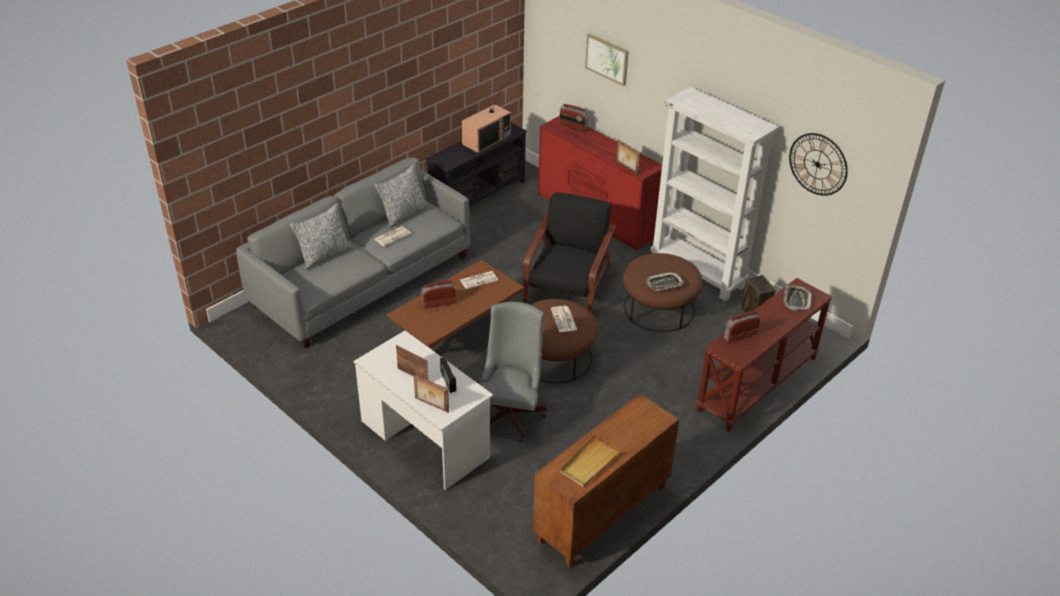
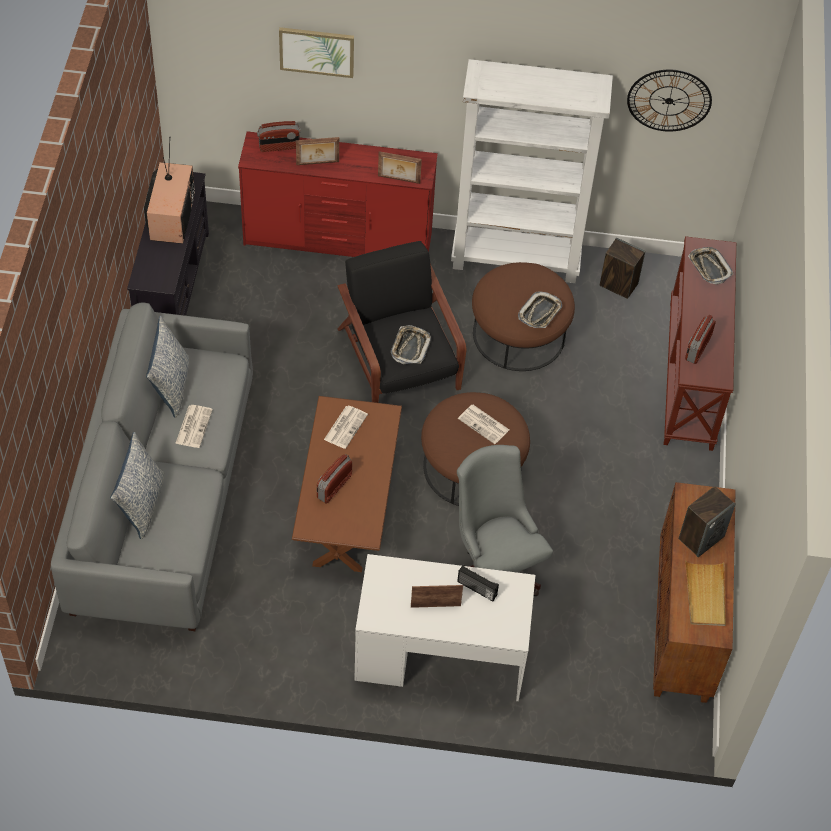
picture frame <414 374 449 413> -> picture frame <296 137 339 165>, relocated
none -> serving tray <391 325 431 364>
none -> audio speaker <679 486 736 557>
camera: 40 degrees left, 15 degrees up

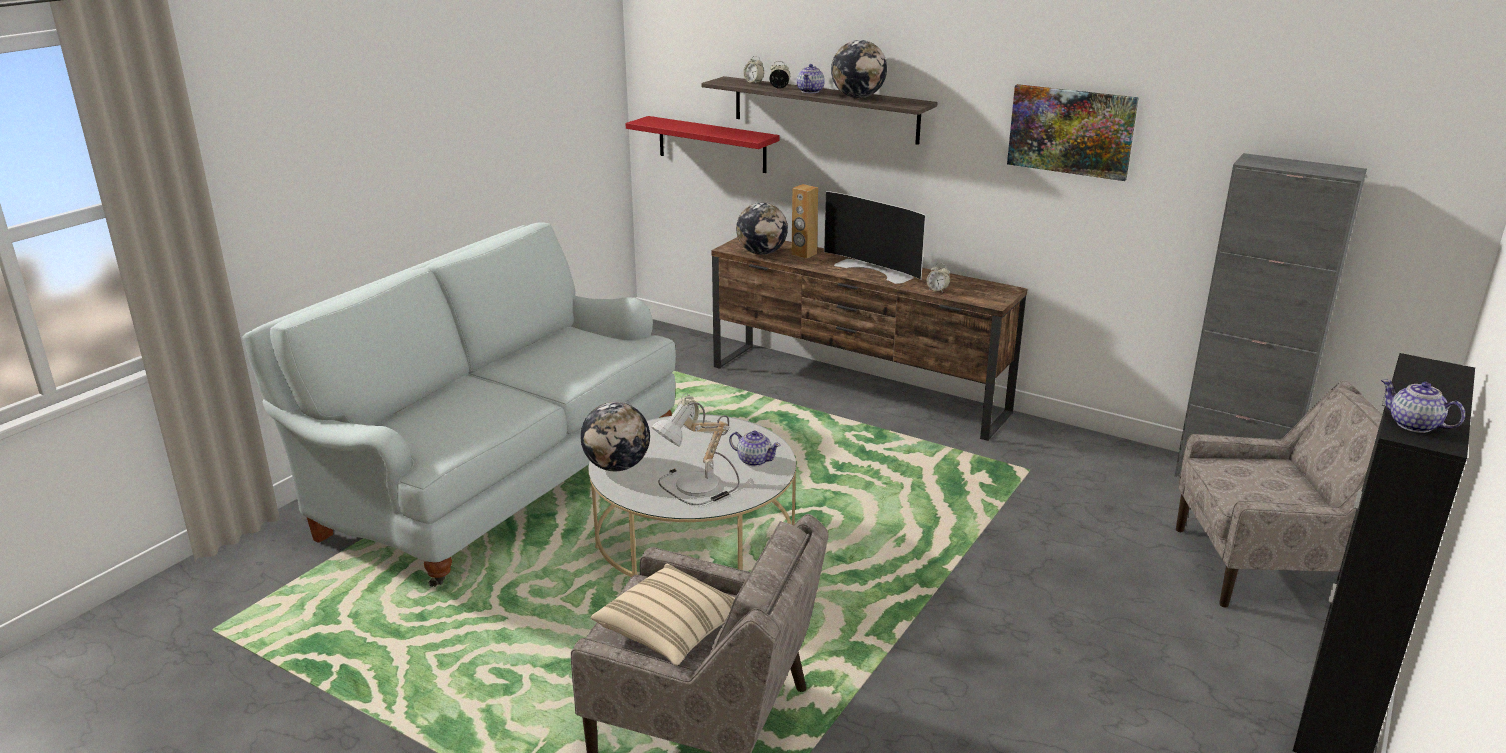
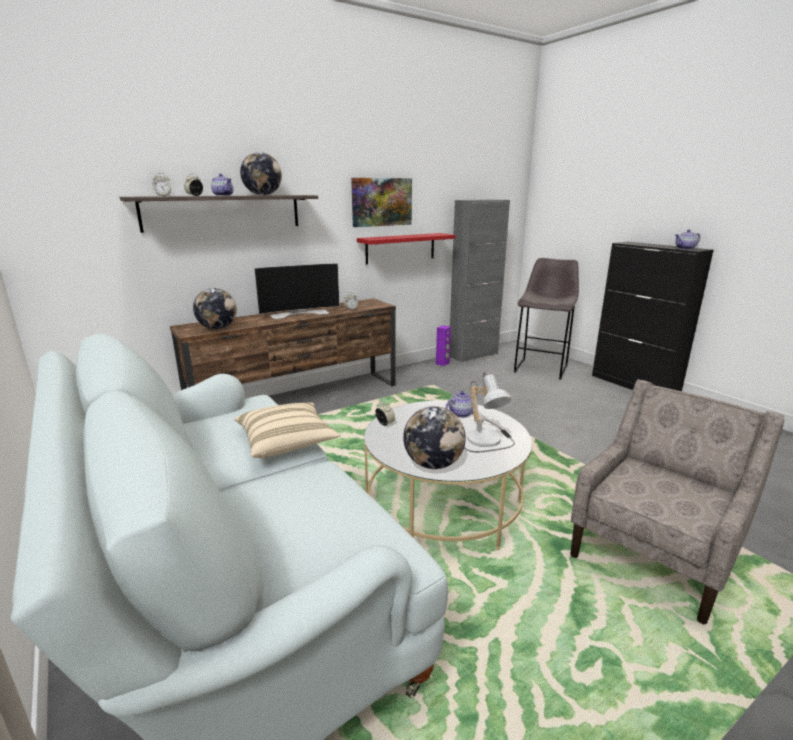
sand-coloured throw pillow <590 564 735 666> -> sand-coloured throw pillow <235 403 340 458>, relocated
reddish wall shelf <625 116 780 173> -> reddish wall shelf <357 233 456 264>, relocated
none -> purplish audio speaker <436 325 451 366>
sand-coloured lounge chair <1176 380 1383 608> -> greyish stool seat <514 258 579 380>
brownish audio speaker <791 184 818 259> -> none
camera: 65 degrees left, 5 degrees down

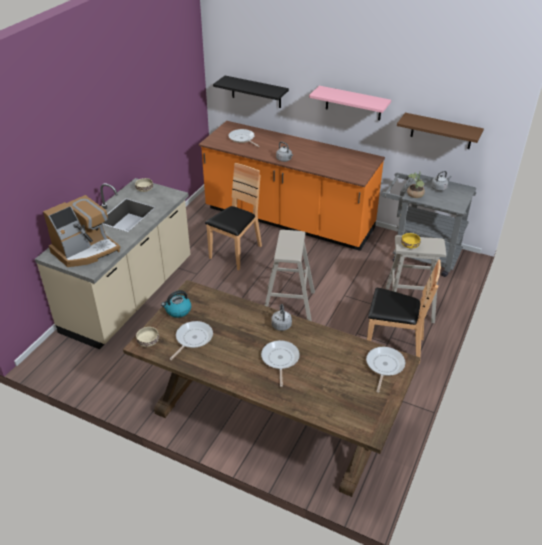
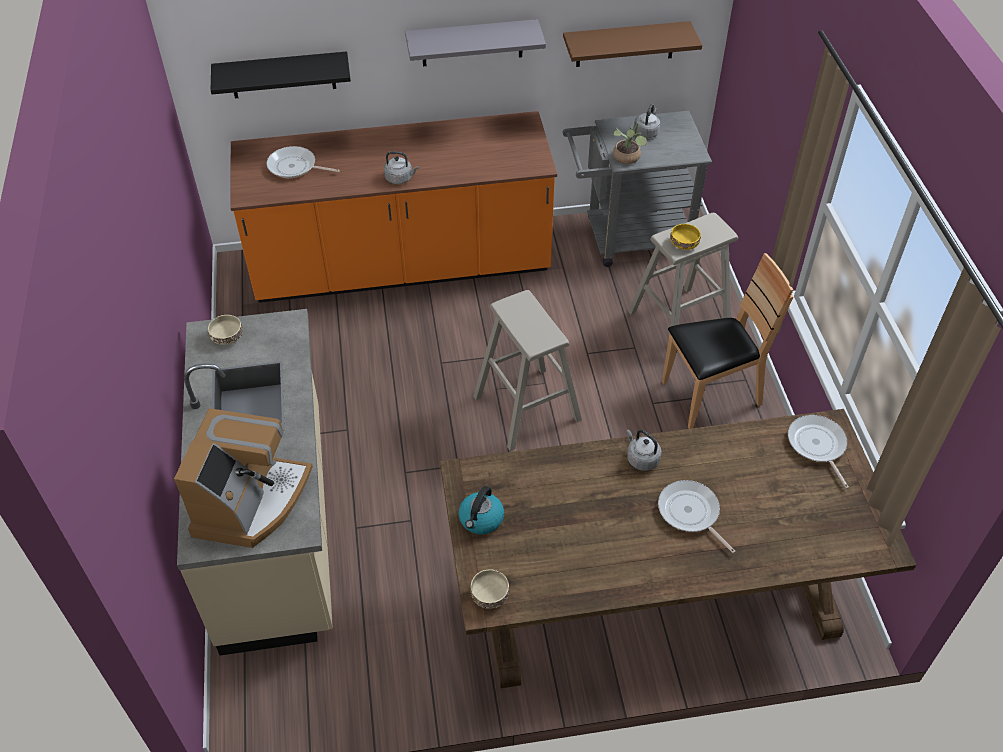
pink-coloured wall shelf <309 86 391 120> -> greyish wall shelf <405 19 546 66>
pan <169 321 213 361> -> none
brownish chair <205 163 262 271> -> none
camera: 35 degrees left, 10 degrees up

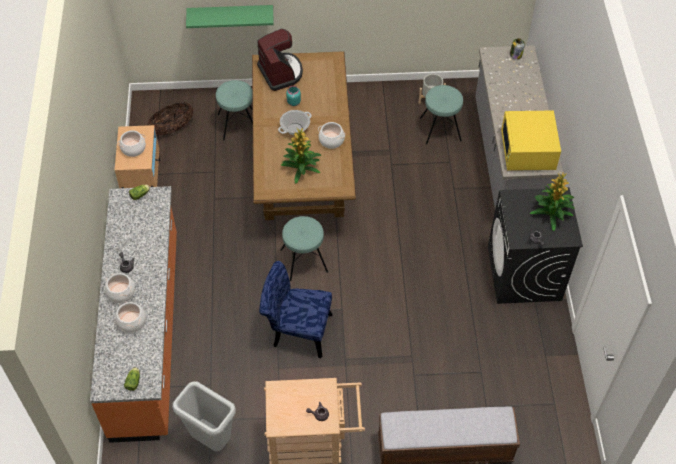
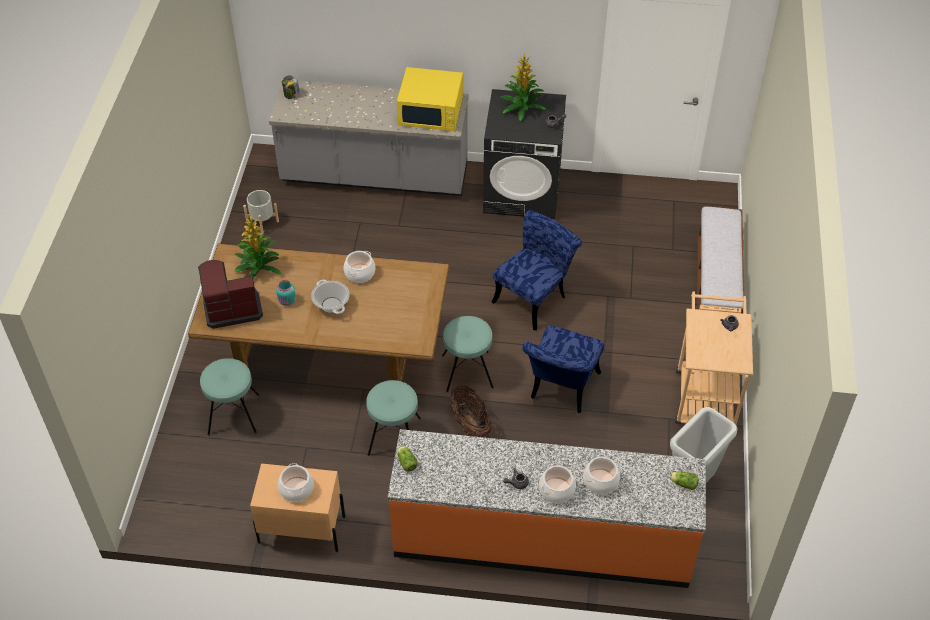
potted plant <281 127 321 184> -> potted plant <234 215 281 279>, relocated
turquoise-coloured stool seat <420 85 463 145> -> turquoise-coloured stool seat <366 380 421 456>, relocated
household basket <148 102 193 135> -> household basket <450 385 491 438>, relocated
none -> bluish chair <491 210 582 330>
greenish wall shelf <186 5 274 28> -> none
camera: 80 degrees left, 5 degrees down

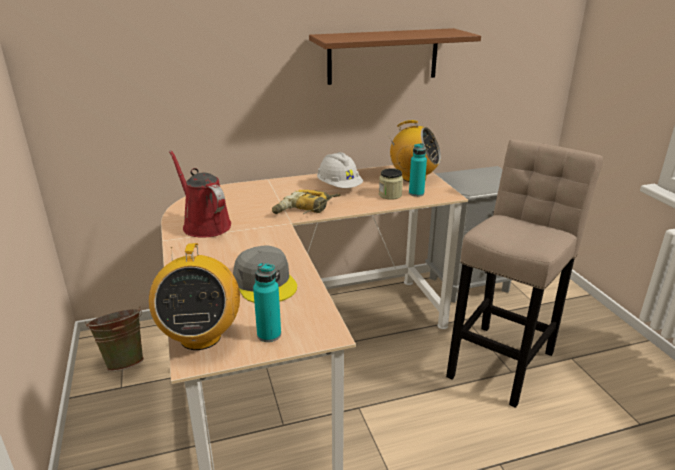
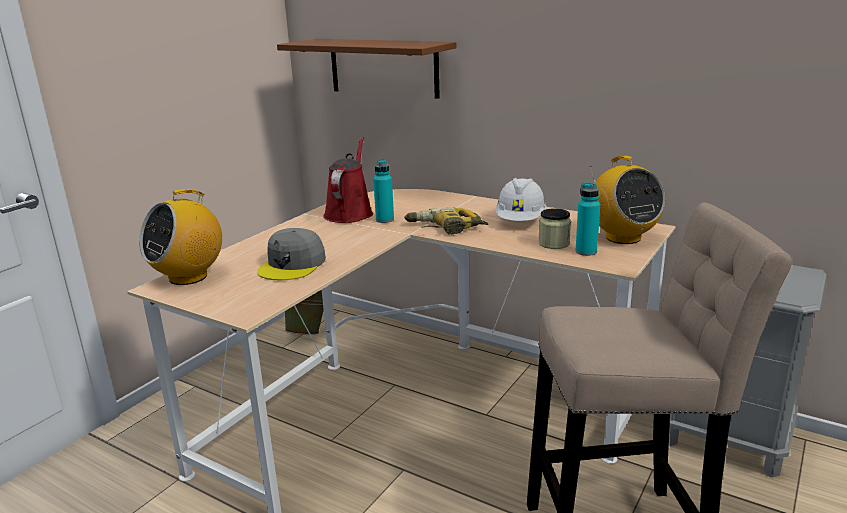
brownish wall shelf <309 28 481 85> -> brownish wall shelf <277 39 456 99>, relocated
turquoise-coloured bottle <253 263 281 342> -> turquoise-coloured bottle <373 159 394 223>, relocated
camera: 50 degrees right, 5 degrees down

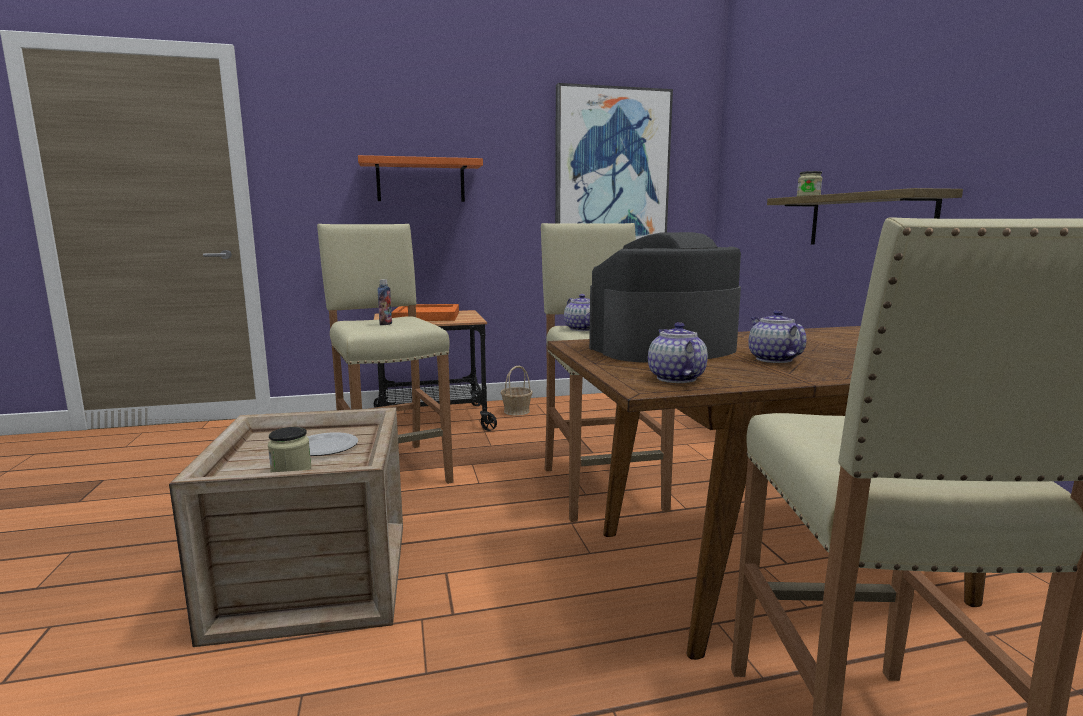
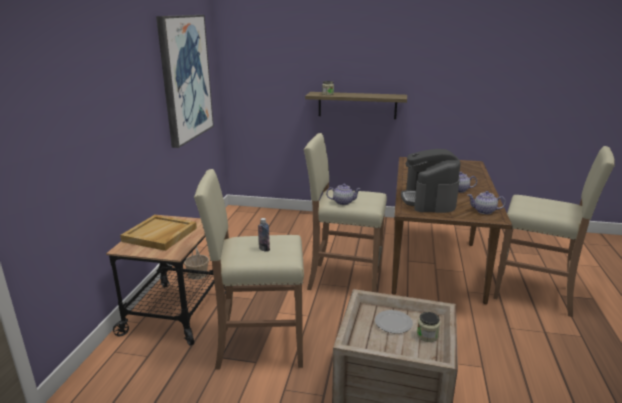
orange-coloured serving tray <392 304 459 321> -> sand-coloured serving tray <120 215 197 251>
orange-coloured wall shelf <358 155 483 202> -> none
camera: 65 degrees left, 10 degrees up

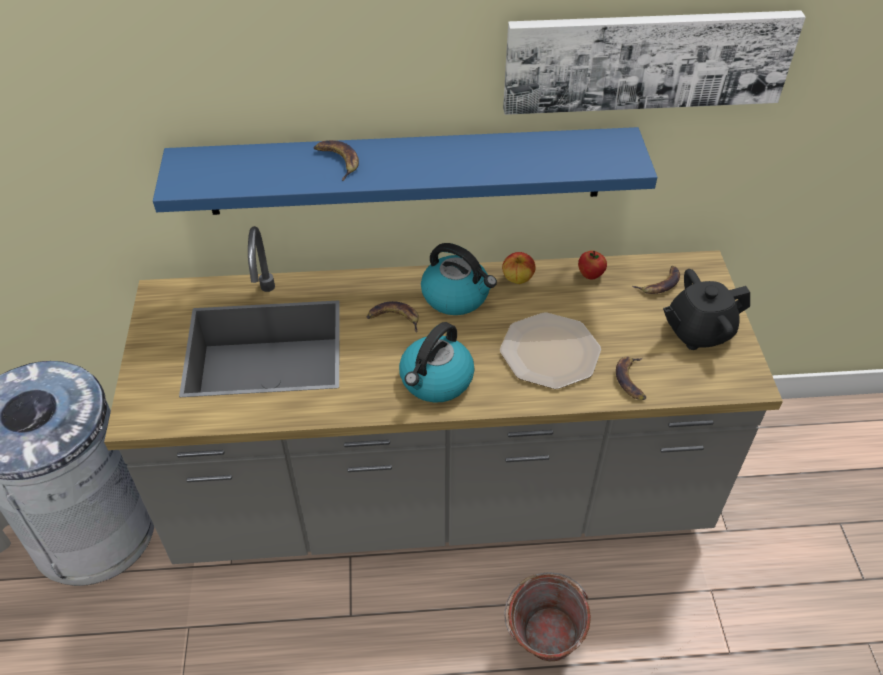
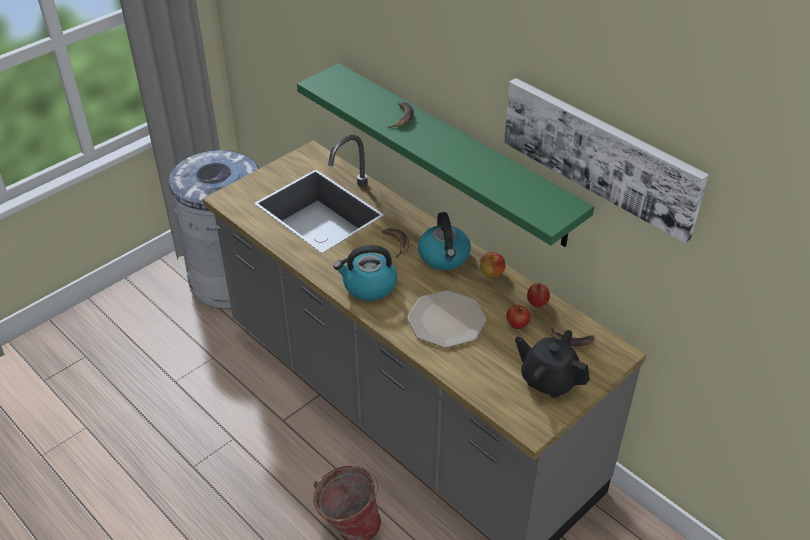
bluish wall shelf <153 127 657 215> -> greenish wall shelf <297 63 594 247>
none -> apple fruit <506 305 531 329>
banana <616 356 647 400> -> none
camera: 50 degrees right, 5 degrees down

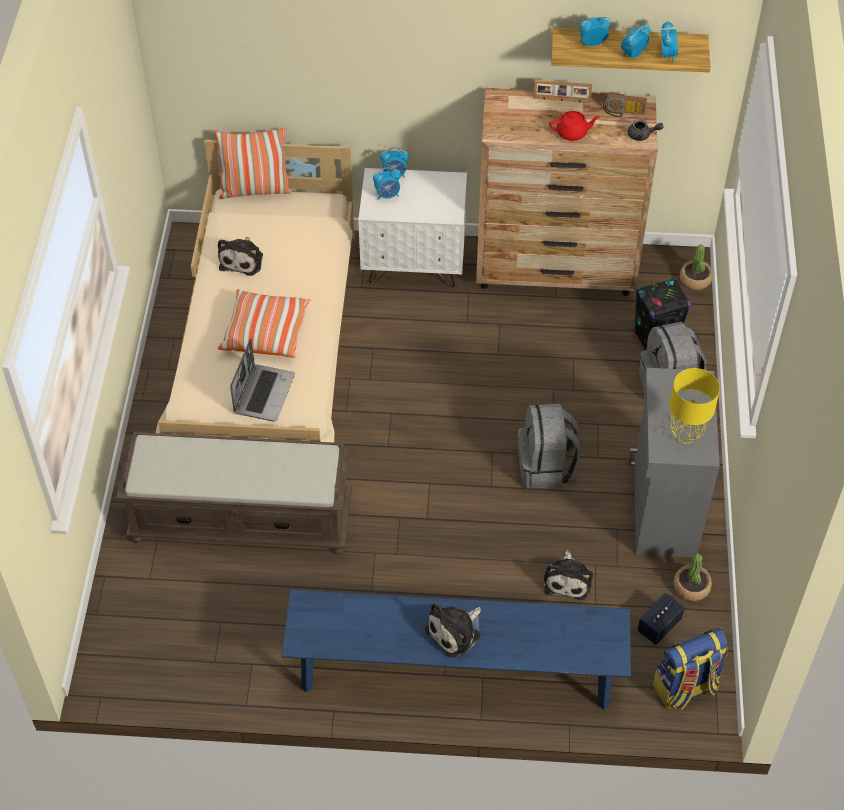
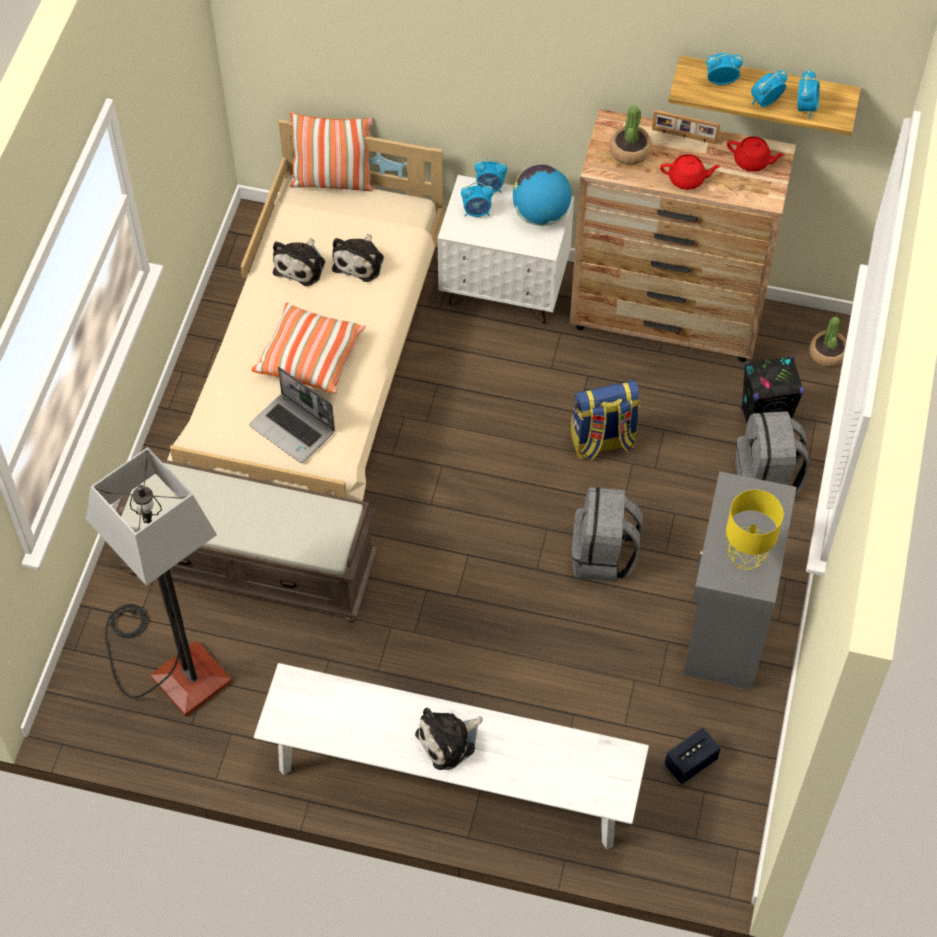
none -> standing lamp <86 447 233 717>
portable computer <230 338 295 422> -> portable computer <249 366 335 463>, 105 degrees clockwise
bluish indoor bench <281 590 631 710> -> whitish indoor bench <254 663 649 849>
cuddly toy <544 550 593 600> -> cuddly toy <332 234 384 282>, relocated
none -> globe <513 165 571 226>
backpack <653 628 728 710> -> backpack <571 380 640 460>, relocated
potted plant <673 553 712 601> -> potted plant <610 105 652 165>, relocated
radio <603 93 647 117> -> reddish pot for tea <727 136 784 172>
greyish pot for tea <628 120 664 141> -> none
camera: 10 degrees right, 5 degrees up

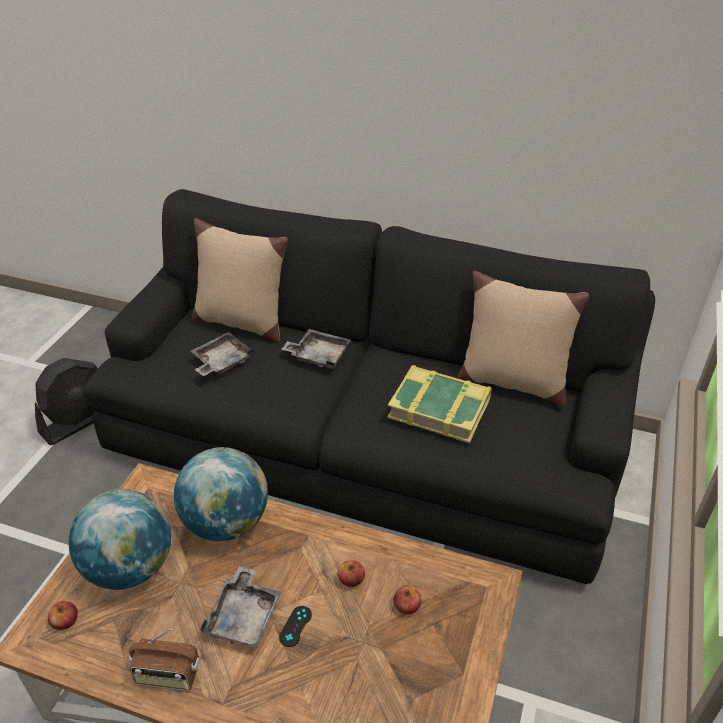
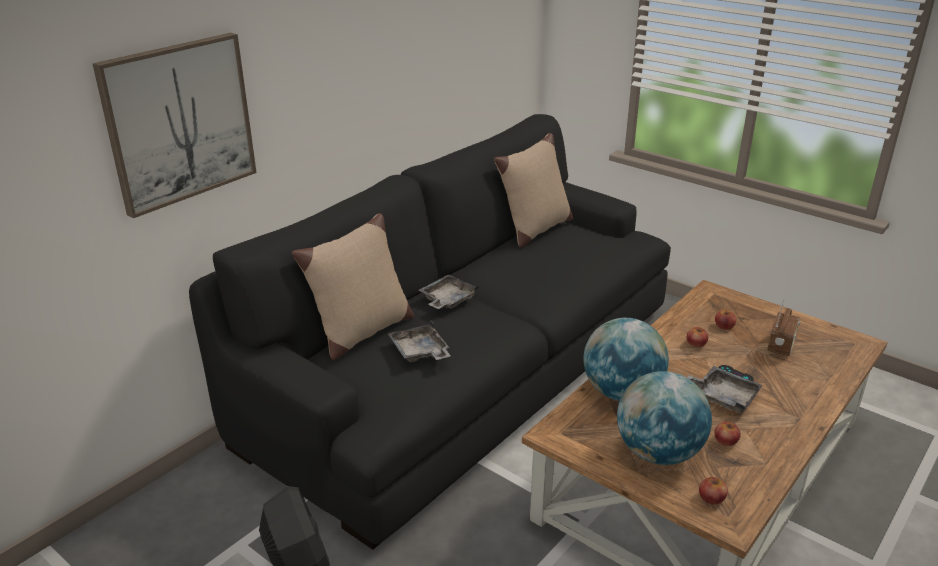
none -> wall picture <93 33 257 218>
none -> apple fruit <715 421 741 446>
radio <129 629 200 691> -> radio <767 298 801 356>, relocated
bound book <387 365 492 443> -> none
camera: 70 degrees left, 10 degrees down

